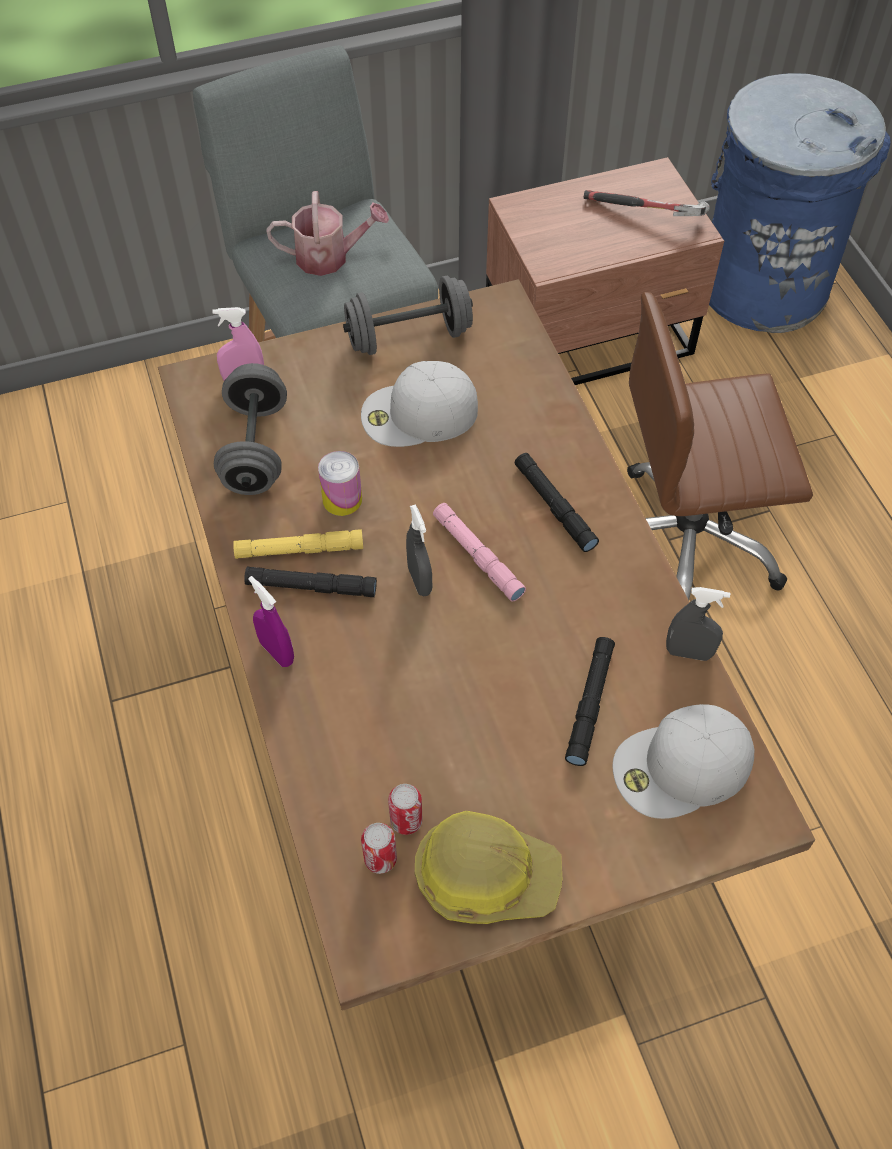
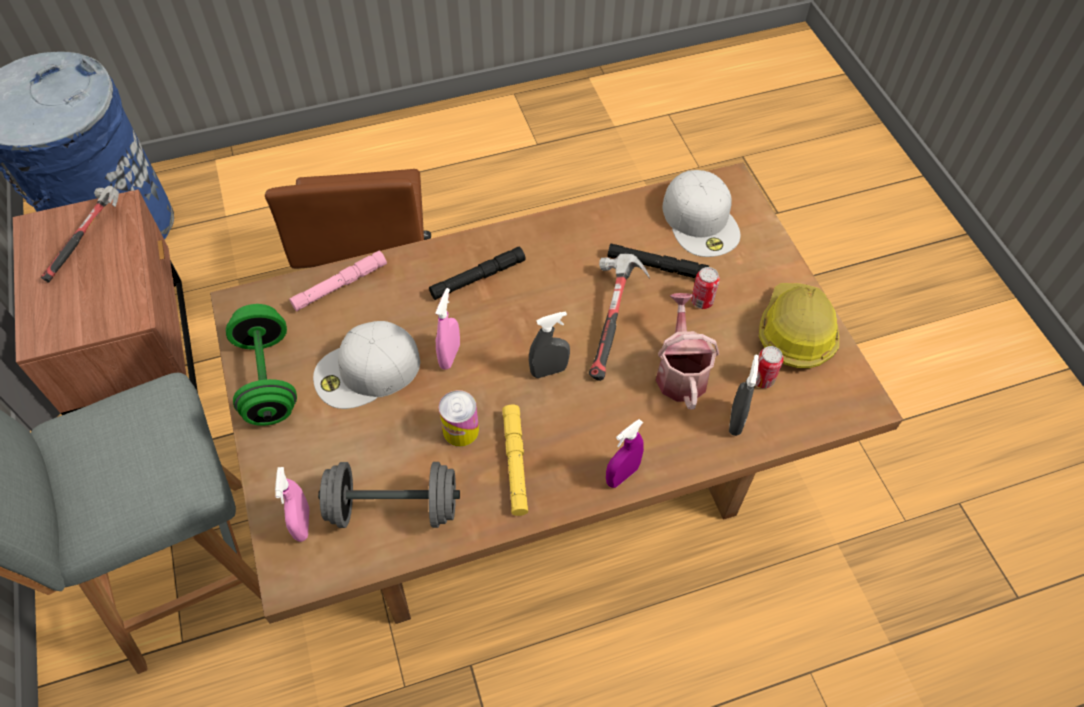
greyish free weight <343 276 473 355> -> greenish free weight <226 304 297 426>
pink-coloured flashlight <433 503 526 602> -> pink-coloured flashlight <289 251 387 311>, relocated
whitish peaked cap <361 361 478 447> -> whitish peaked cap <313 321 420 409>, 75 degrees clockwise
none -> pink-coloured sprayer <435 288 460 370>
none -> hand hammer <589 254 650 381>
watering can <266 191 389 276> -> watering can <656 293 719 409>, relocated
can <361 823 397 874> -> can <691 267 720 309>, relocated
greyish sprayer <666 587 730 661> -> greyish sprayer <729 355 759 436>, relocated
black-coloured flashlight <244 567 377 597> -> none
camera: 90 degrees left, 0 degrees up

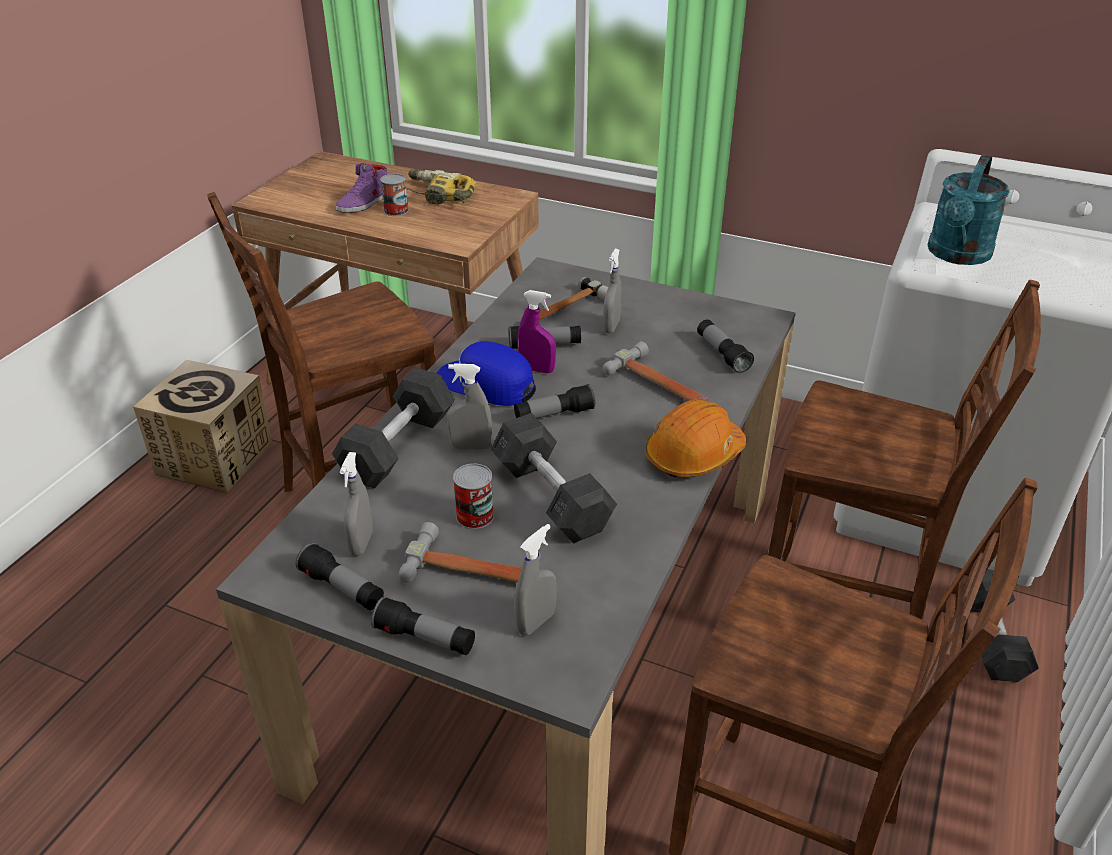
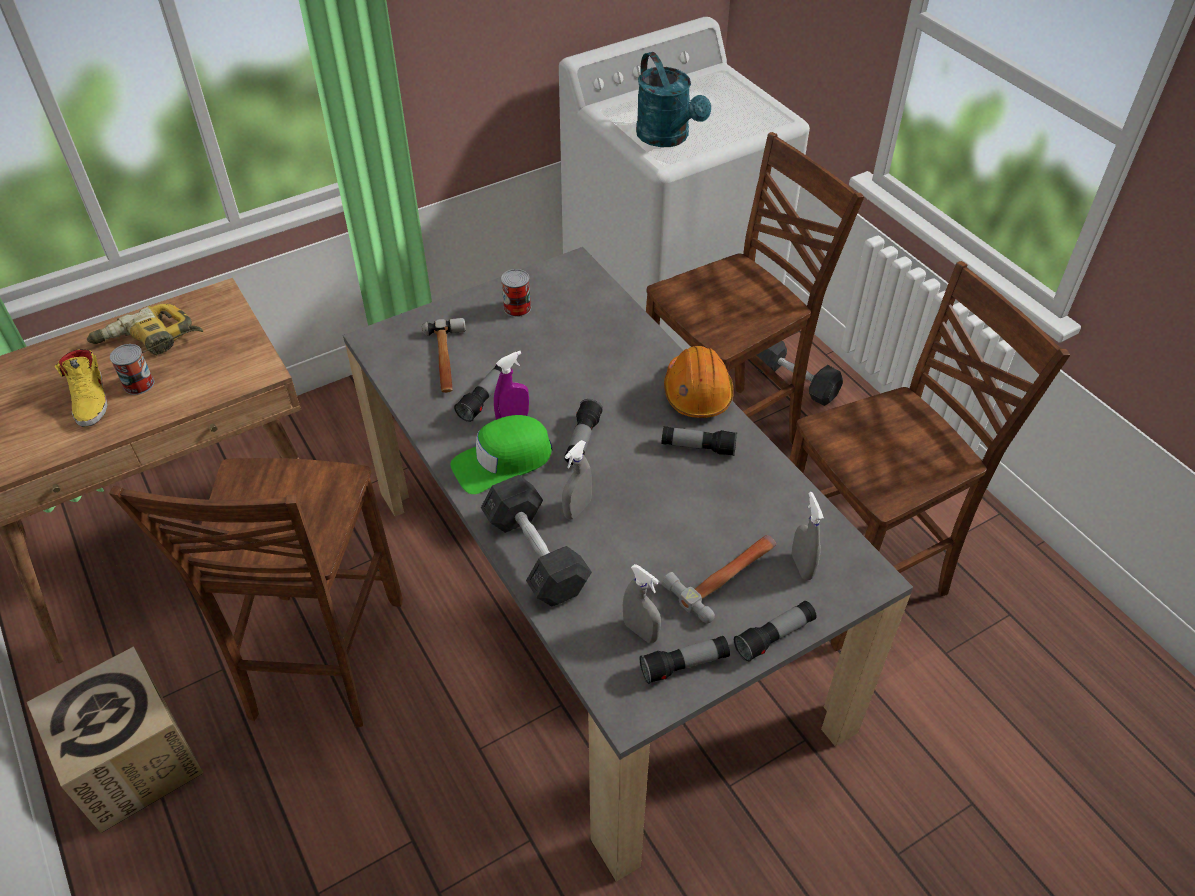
purplish item of footwear <335 163 388 213> -> yellow-coloured item of footwear <55 349 108 427>
bluish peaked cap <436 341 536 406> -> greenish peaked cap <450 415 552 494>
can <453 464 494 529> -> can <501 269 531 317>, relocated
flashlight <697 319 754 373> -> flashlight <661 426 737 456>, relocated
greyish free weight <490 413 617 544> -> none
greyish sprayer <603 249 621 333> -> none
hand hammer <603 341 709 402> -> none
camera: 55 degrees left, 10 degrees up

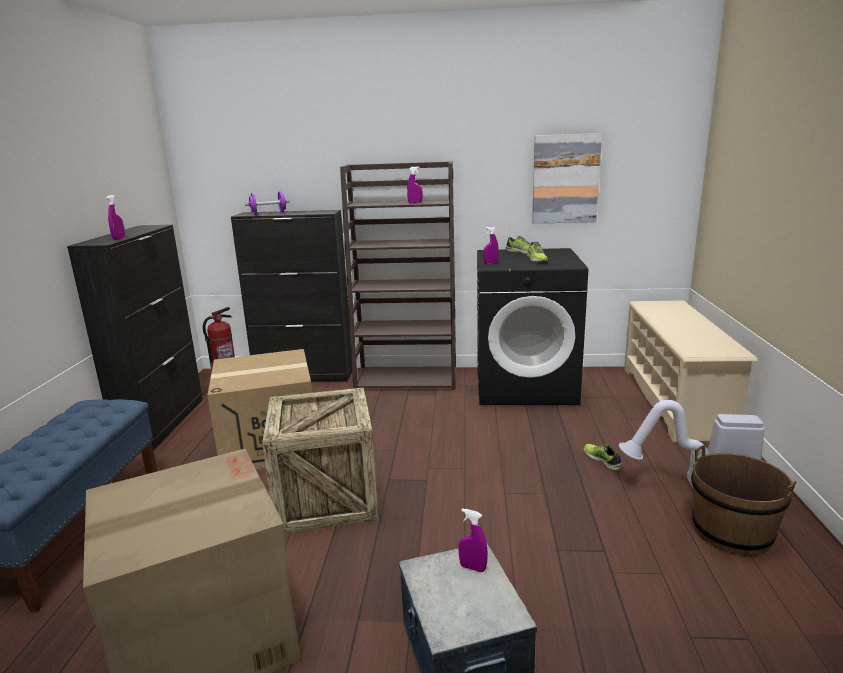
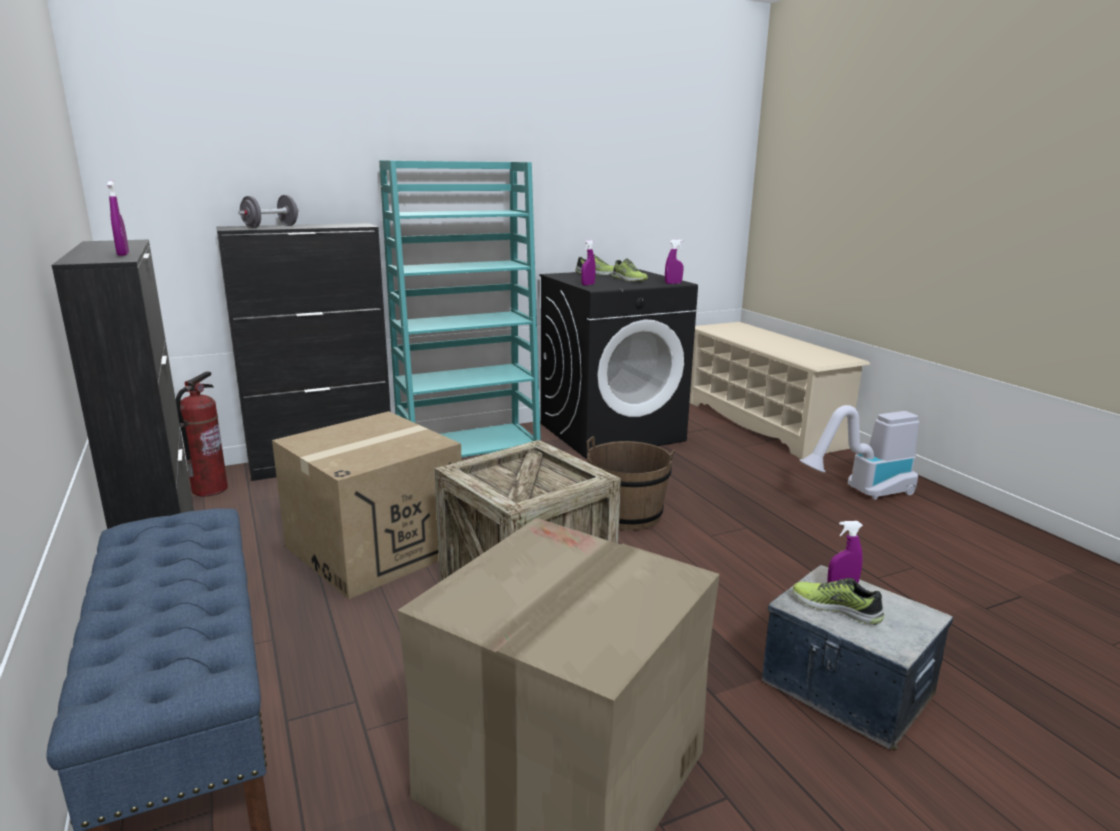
purplish free weight <245 191 290 215> -> greyish free weight <238 195 299 228>
brownish bookshelf <340 161 456 390> -> turquoise-coloured bookshelf <379 160 541 457>
brownish pail <691 445 797 556> -> brownish pail <587 436 674 531>, relocated
purplish sprayer <407 167 422 203> -> purplish sprayer <665 239 683 284>, relocated
item of footwear <584 444 622 471> -> item of footwear <793 578 884 625>, relocated
wall picture <532 133 602 224> -> none
camera: 30 degrees left, 0 degrees up

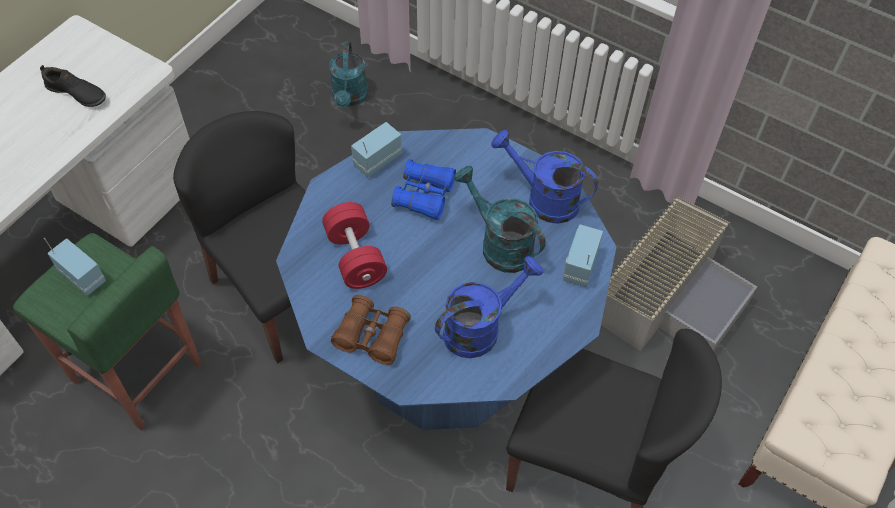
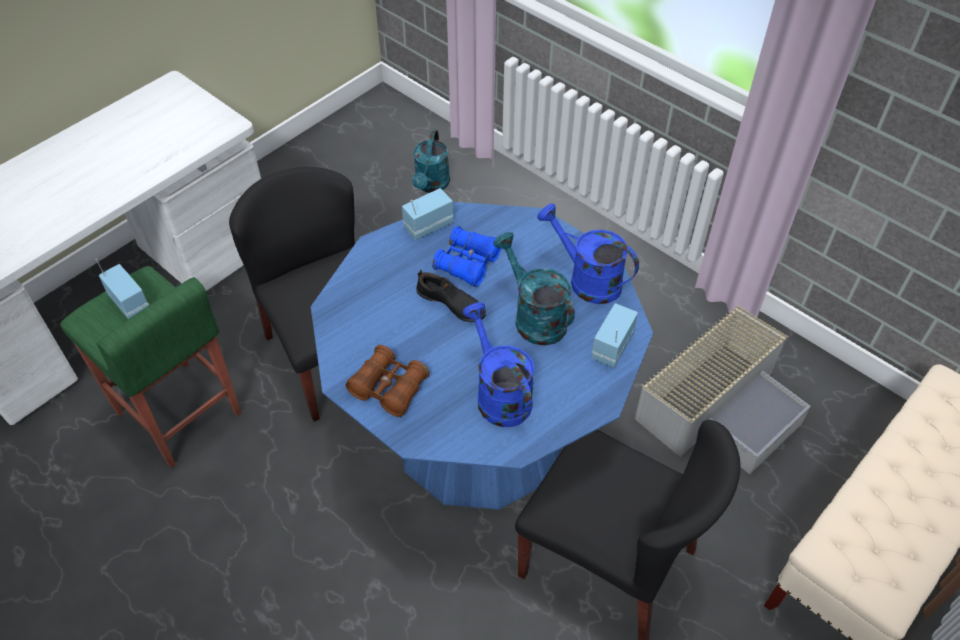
black-coloured item of footwear <40 65 106 107> -> black-coloured item of footwear <416 270 486 322>, relocated
bluish watering can <435 256 543 358> -> bluish watering can <462 302 535 427>, 90 degrees counterclockwise
reddish free weight <322 202 387 289> -> none
camera: 10 degrees right, 5 degrees down

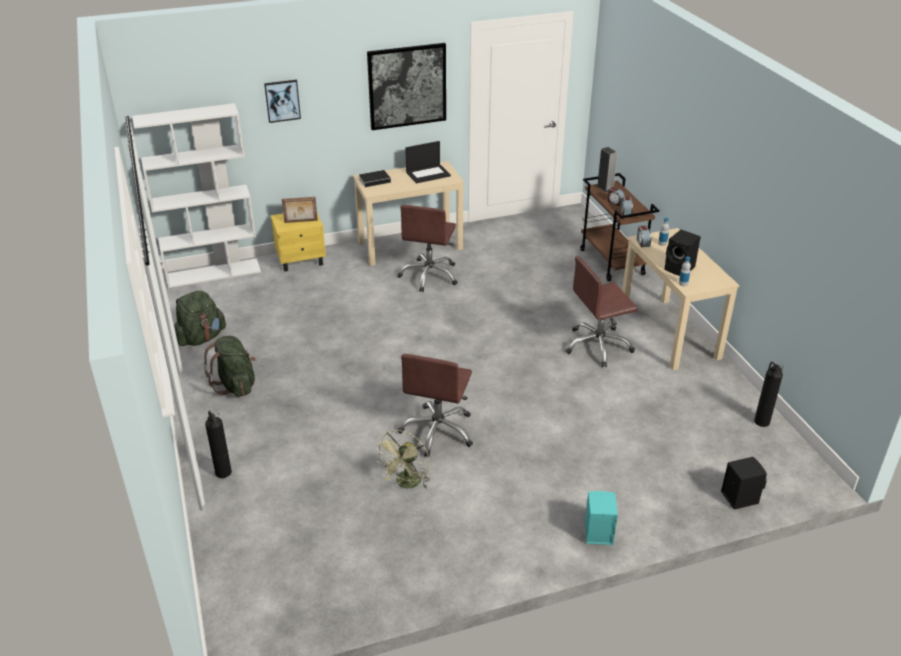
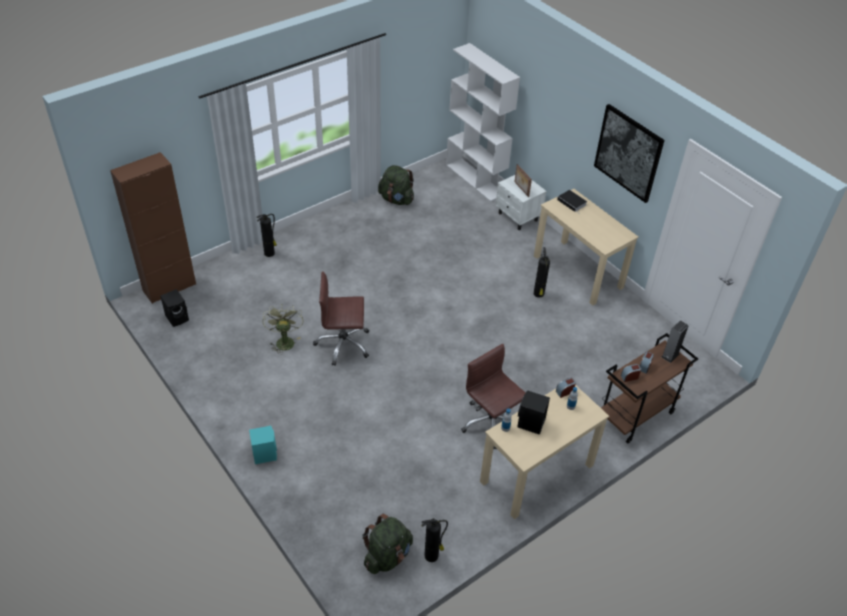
none -> brownish storage cabinet <110 152 196 304>
black-coloured audio speaker <721 457 767 510> -> black-coloured audio speaker <160 289 189 327>, relocated
greenish fan <375 430 430 489> -> greenish fan <263 304 303 355>, 75 degrees clockwise
greenish backpack <203 336 256 397> -> greenish backpack <362 514 413 574>, relocated
yellow-coloured night table <271 213 326 272> -> whitish night table <495 175 547 230>
brownish desk chair <397 205 458 292> -> fire-fighting cylinder <534 247 550 298>
wall picture <264 80 301 123> -> none
portable computer <405 141 451 183> -> none
camera: 70 degrees right, 10 degrees up

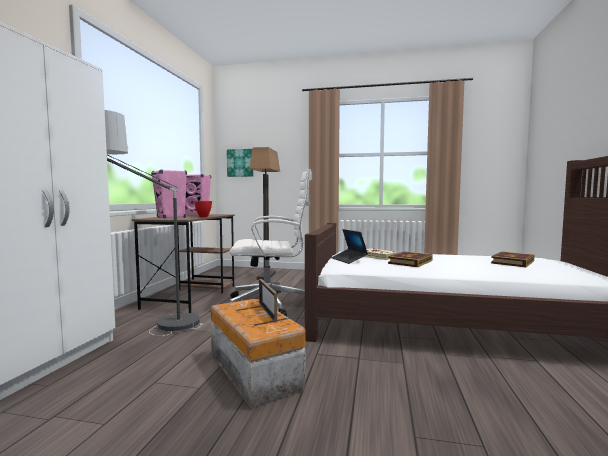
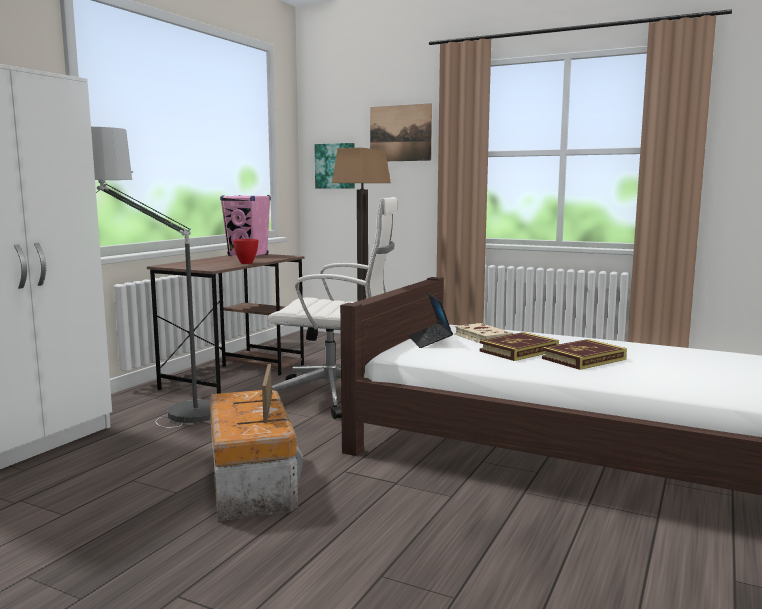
none -> wall picture <370 103 432 161>
bound book <491 251 535 267> -> bound book <542 339 627 370>, relocated
pink-coloured audio speaker <151 169 187 218> -> none
camera: 15 degrees right, 5 degrees up

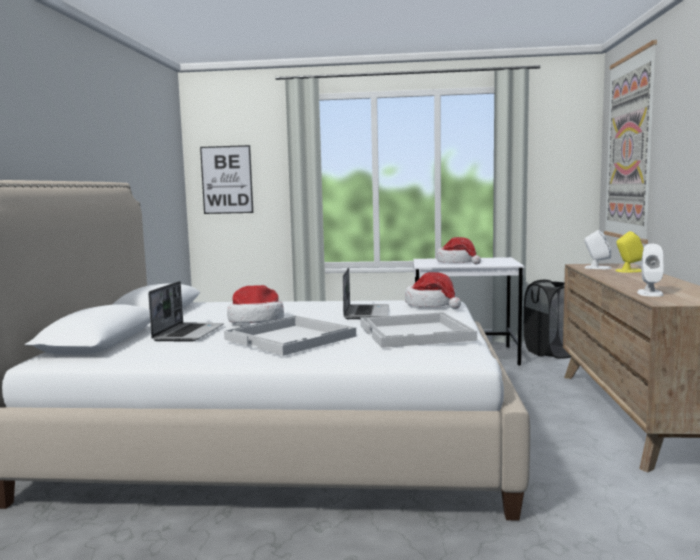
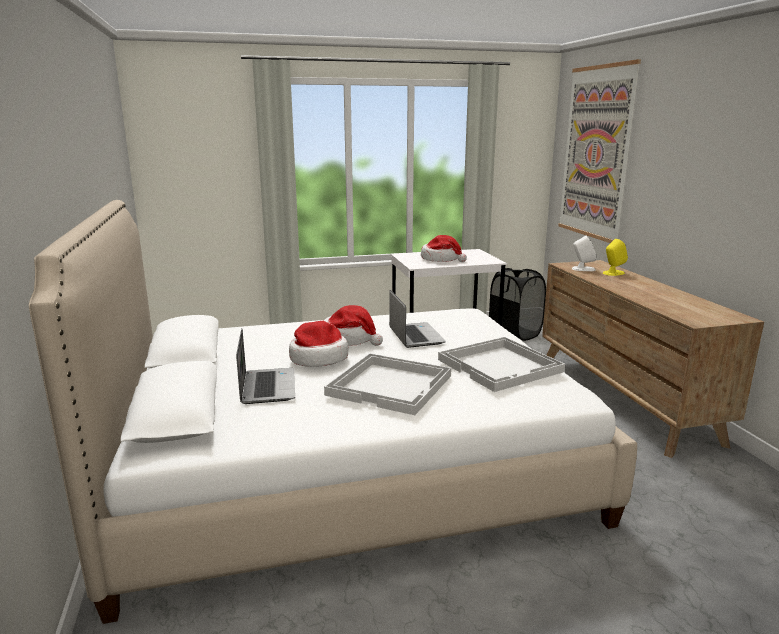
wearable hat <405 272 461 309> -> wearable hat <324 305 383 346>, relocated
wall picture <200 145 253 214> -> none
whitish audio speaker <637 244 664 297> -> none
camera: 20 degrees left, 10 degrees up

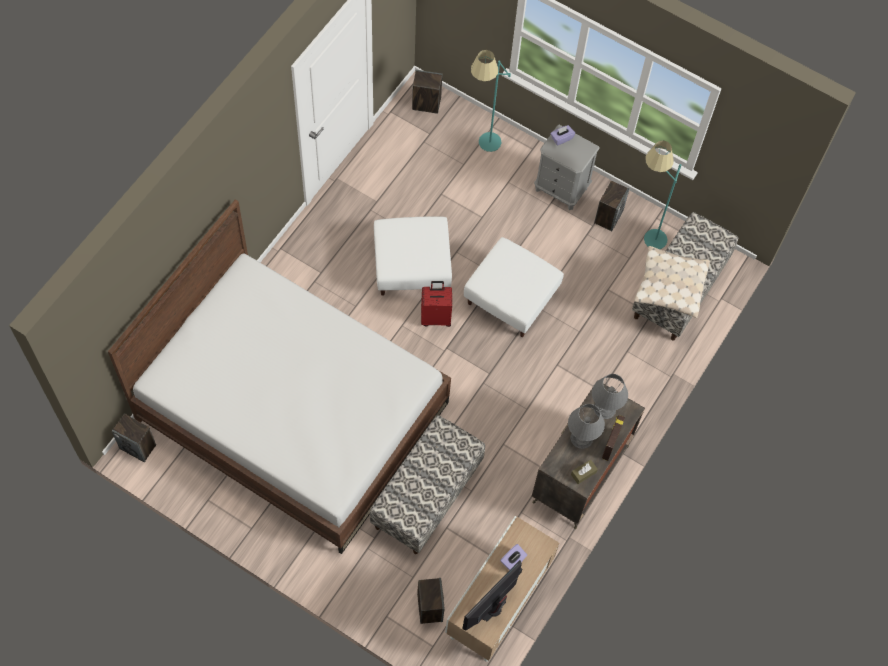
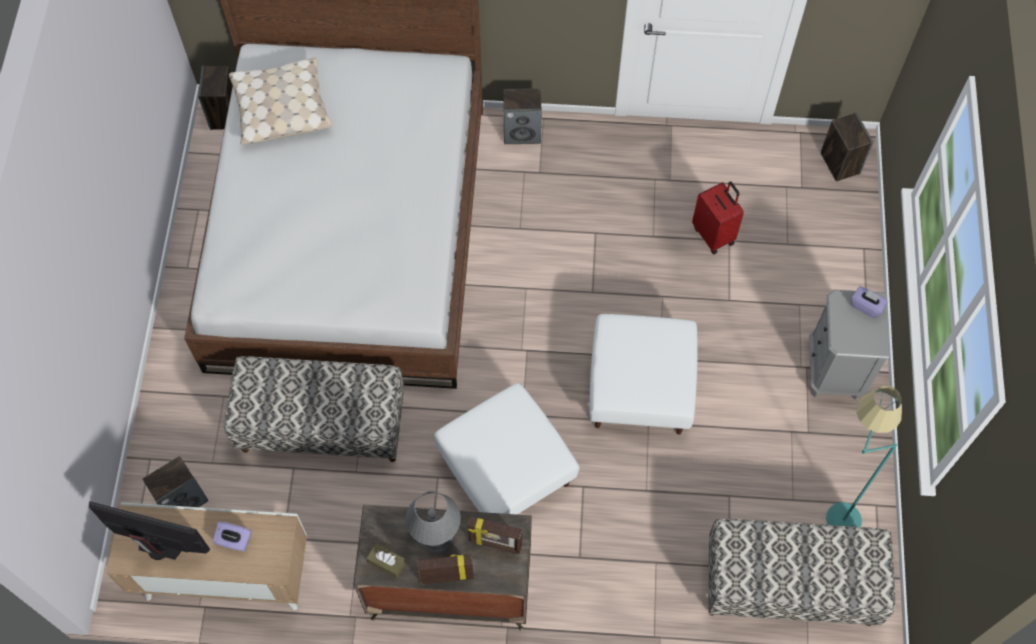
sand-coloured throw pillow <634 246 710 318> -> sand-coloured throw pillow <229 57 332 145>, relocated
whitish pouffe <374 216 452 296> -> whitish pouffe <434 383 580 514>, relocated
greyish table lamp <592 374 628 419> -> picture frame <468 516 522 554>
audio speaker <594 181 630 232> -> audio speaker <503 89 542 144>, relocated
reddish suitcase <421 281 452 327> -> reddish suitcase <692 182 744 254>, relocated
turquoise-coloured standing lamp <471 50 511 152> -> none
camera: 65 degrees right, 0 degrees up

